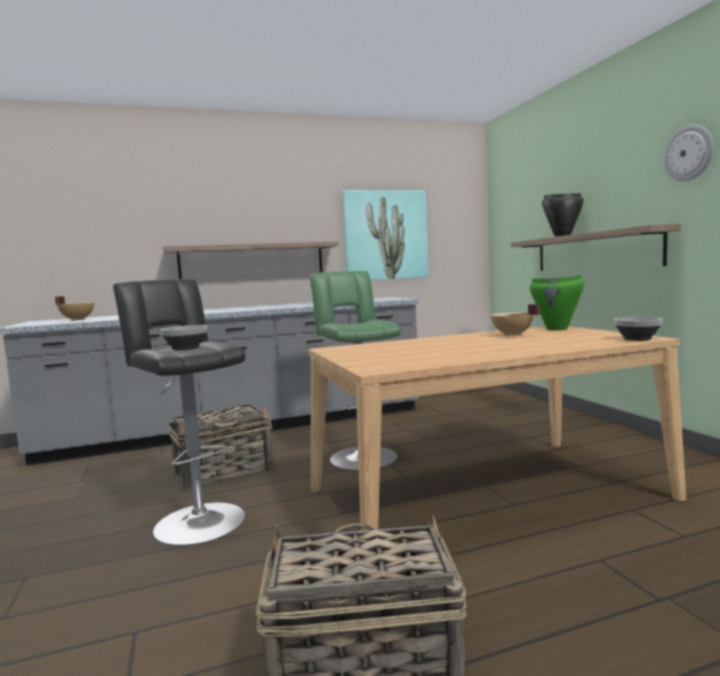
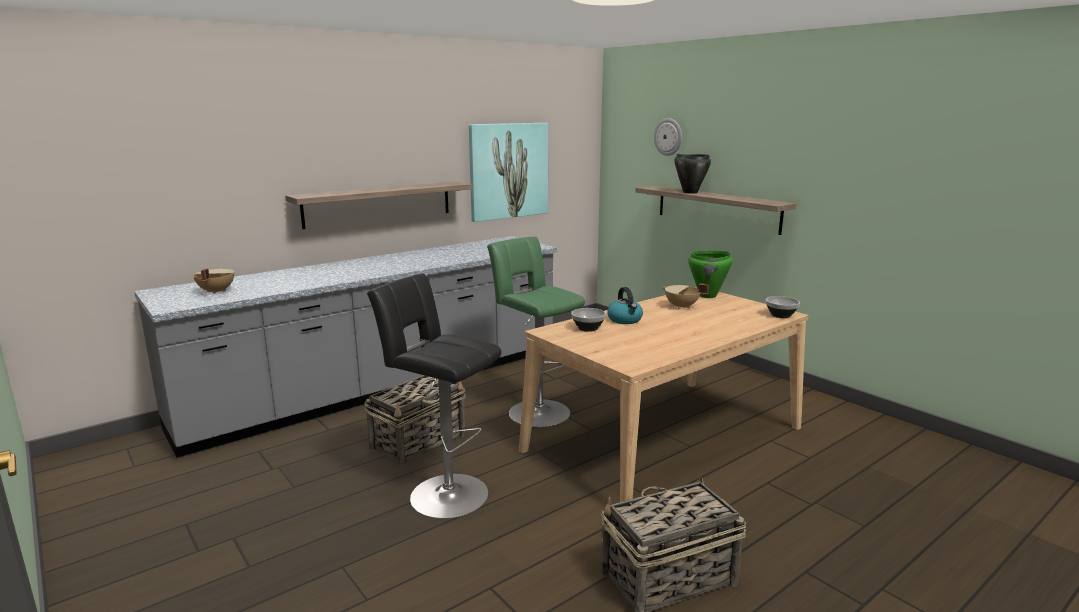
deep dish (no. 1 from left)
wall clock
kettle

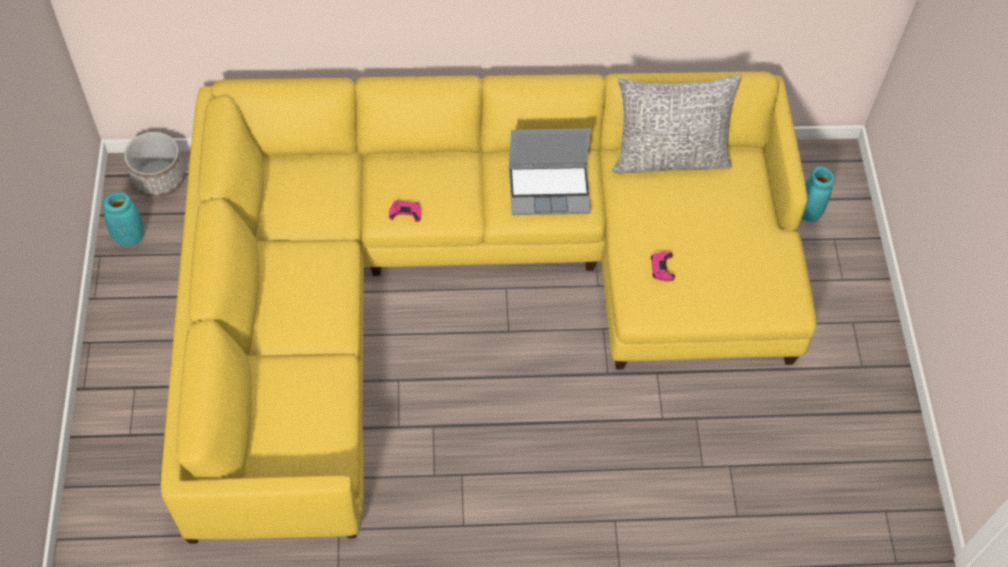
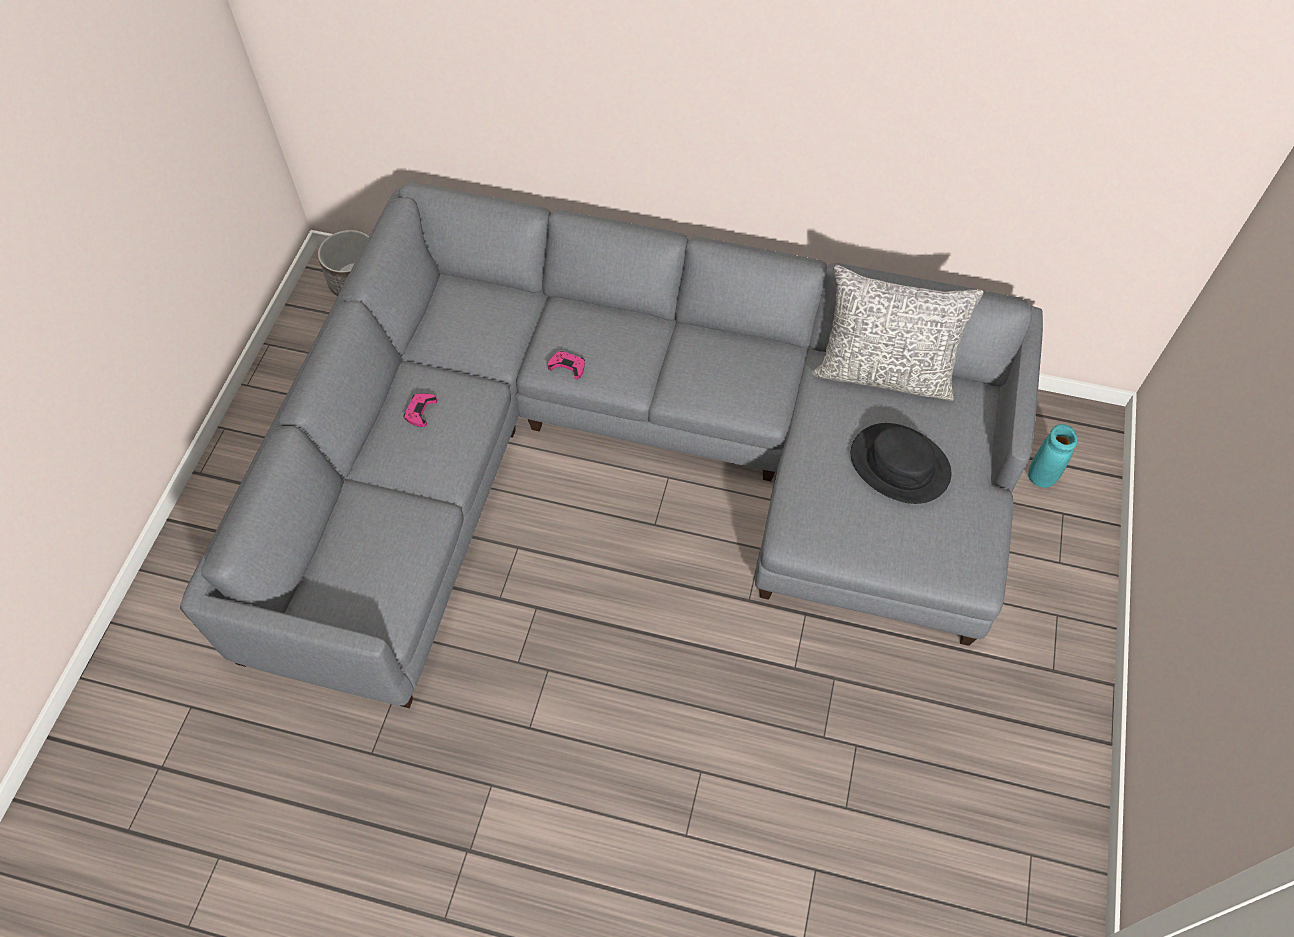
turquoise-coloured decorative vase (no. 1 from left in the first image)
gray couch
portable computer
pink-coloured joypad (no. 1 from left)
black-coloured hat

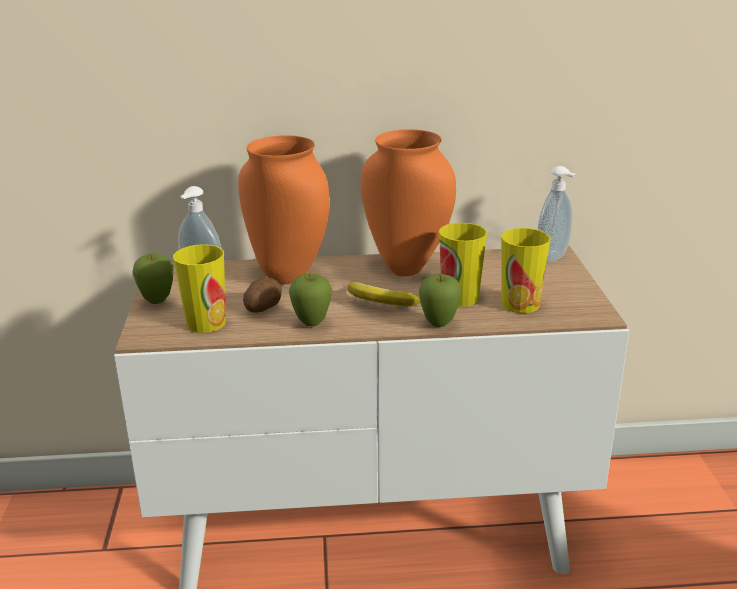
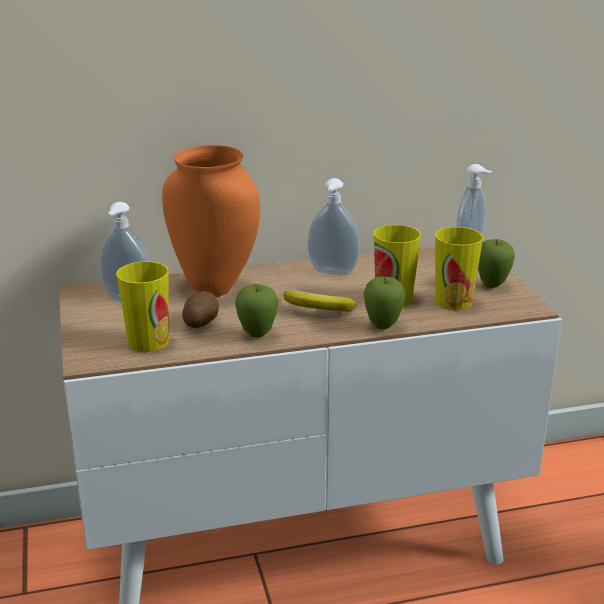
apple fruit (no. 3 from left)
liquid soap bottle (no. 2 from left)

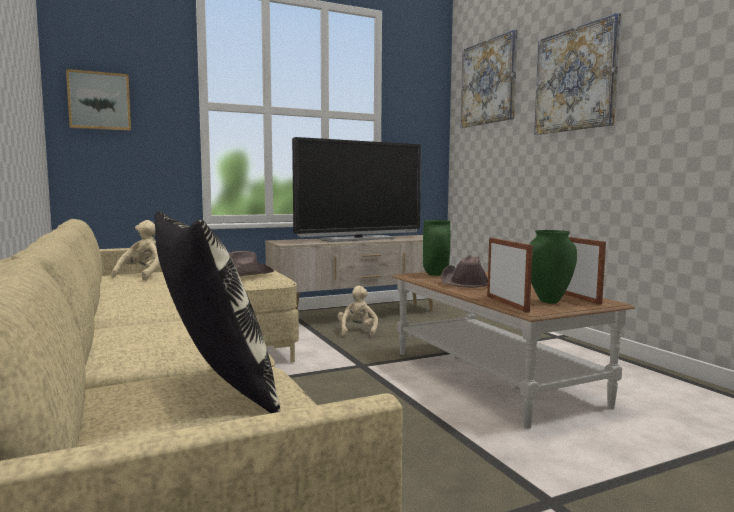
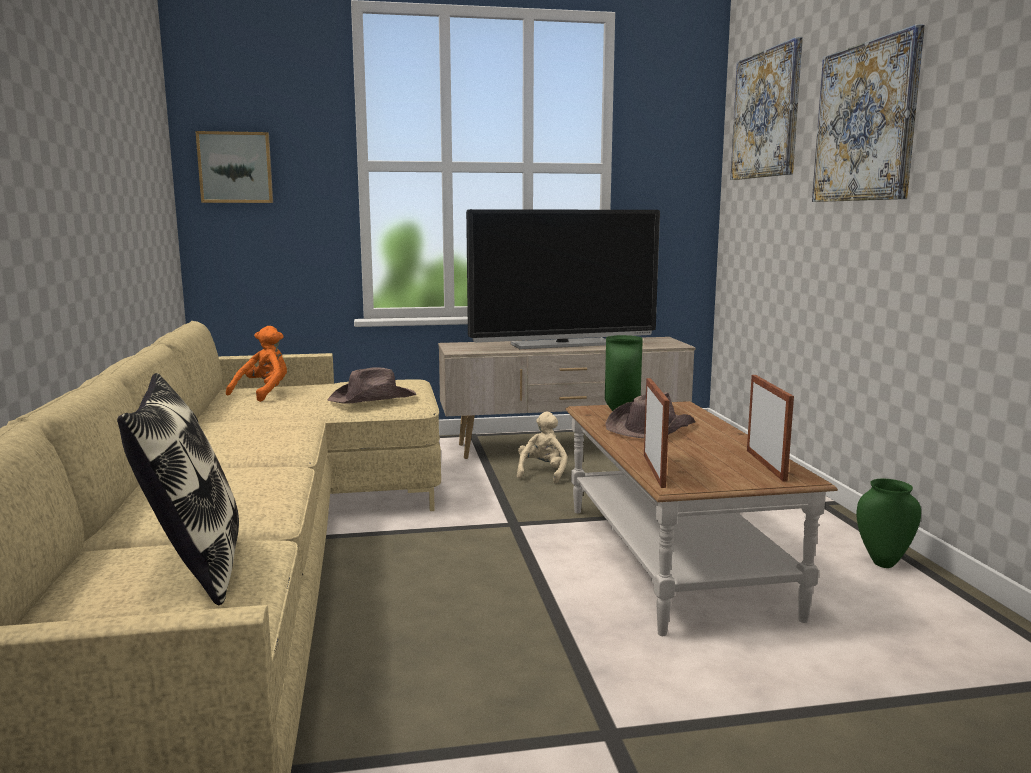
orangey plush toy
greenish decorative vase (no. 2 from left)

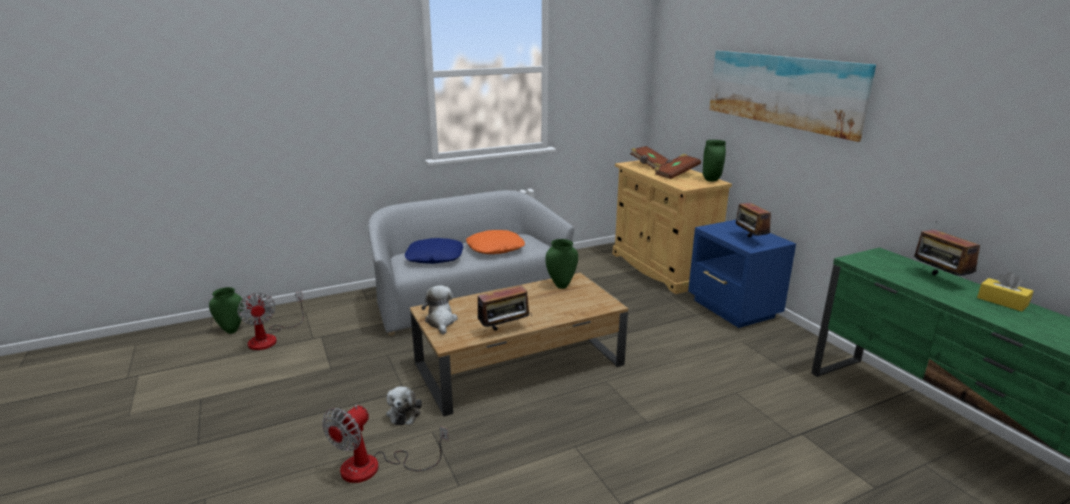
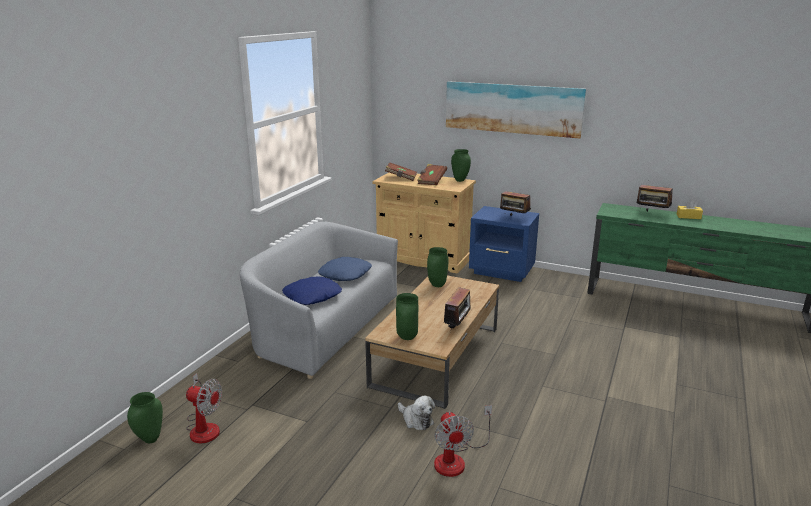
greenish decorative vase (no. 2 from left)
blue throw pillow (no. 2 from left)

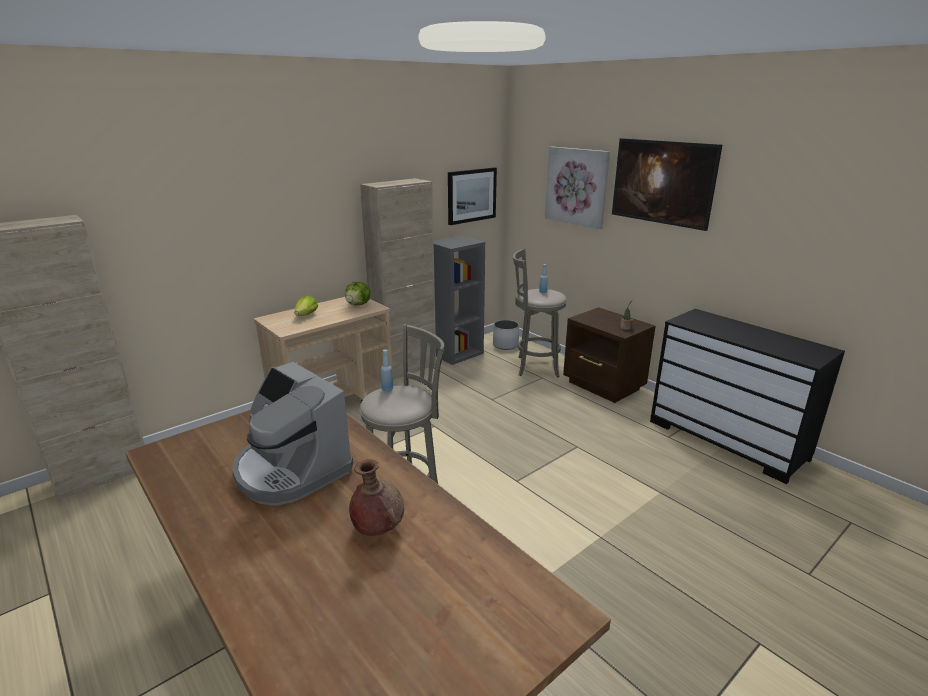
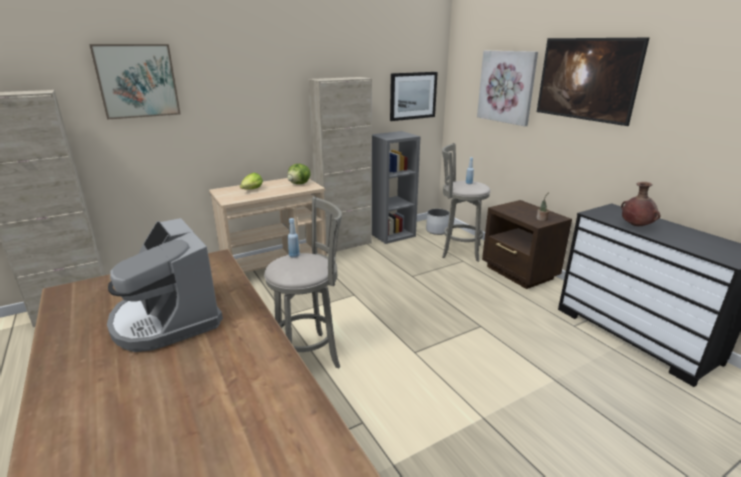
brown-coloured decorative vase
picture (no. 1 from left)

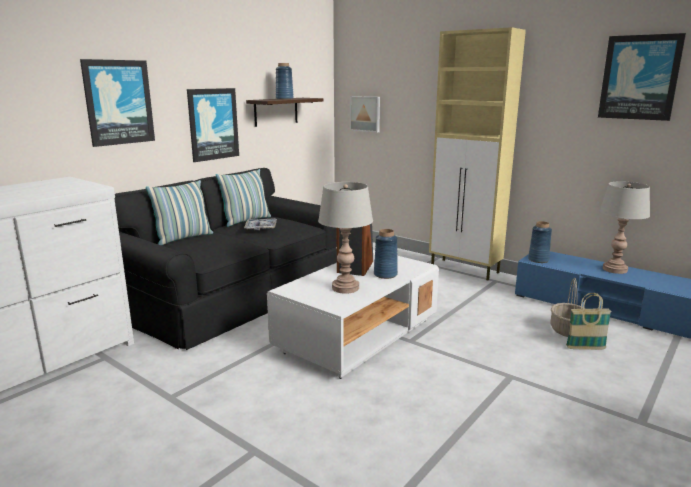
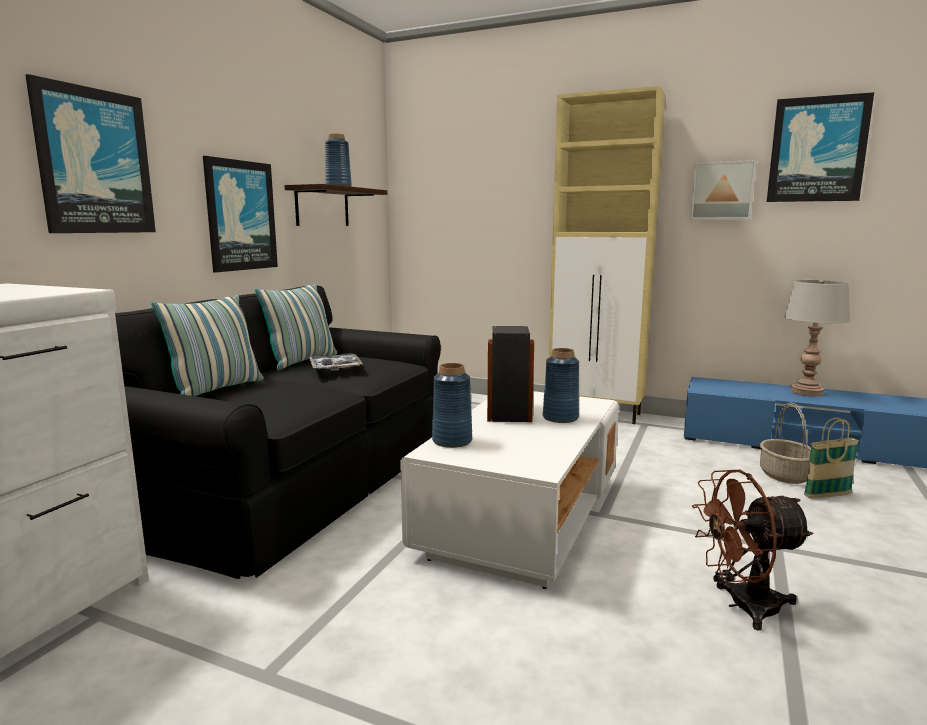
gray table lamp (no. 1 from left in the first image)
picture (no. 3 from left)
blue decorative vase (no. 2 from left)
brown-coloured cooling fan

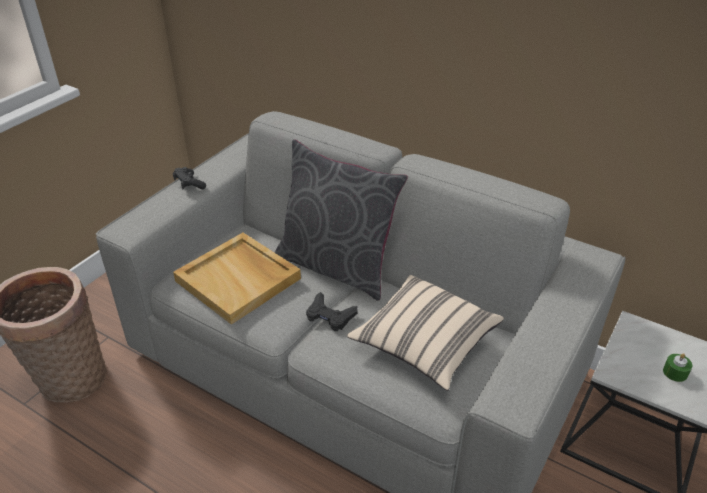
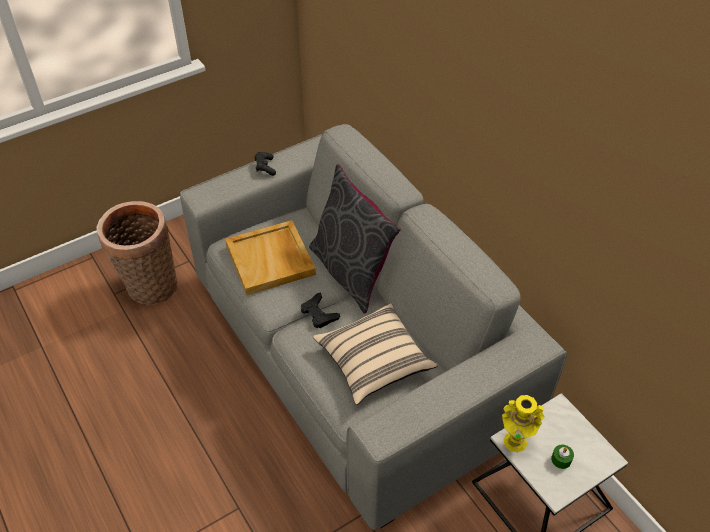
yellowish decorative vase

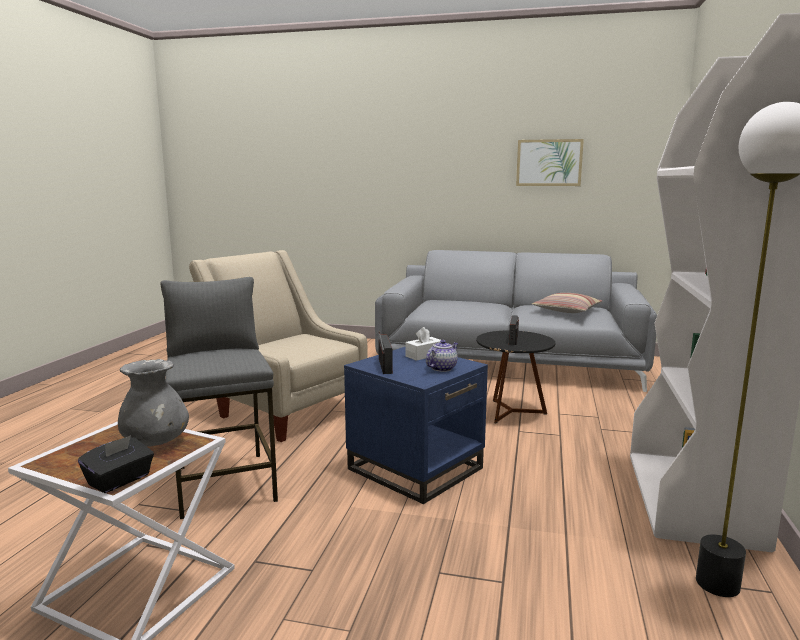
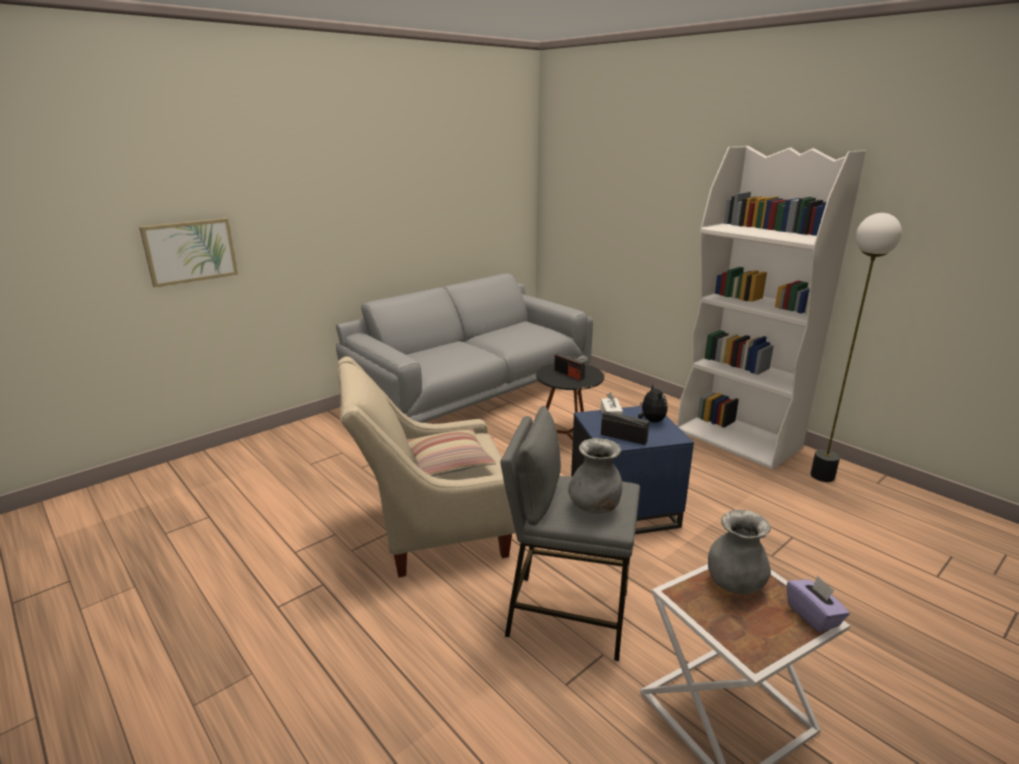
purple-coloured tissue box
plush toy
picture
throw pillow
gray decorative vase (no. 1 from left)

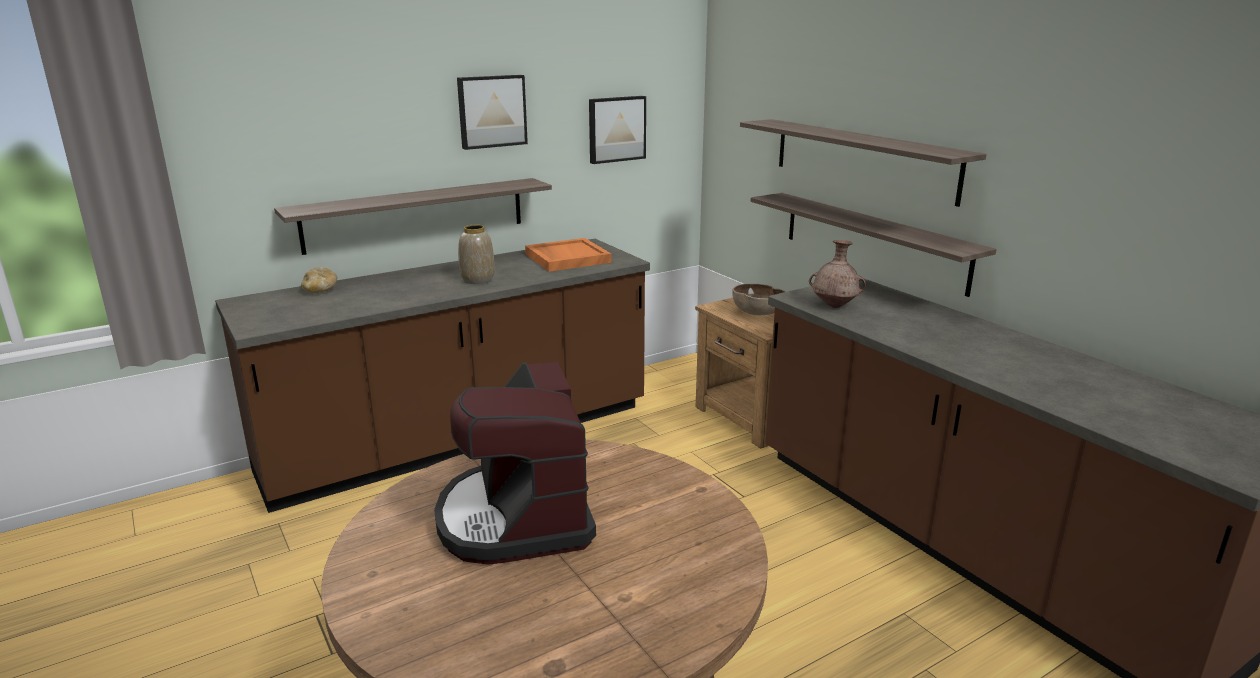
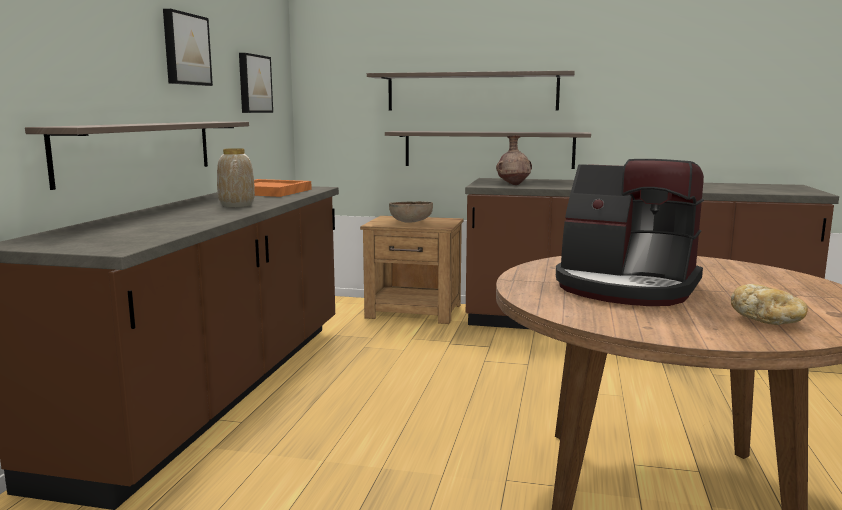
baked bread

